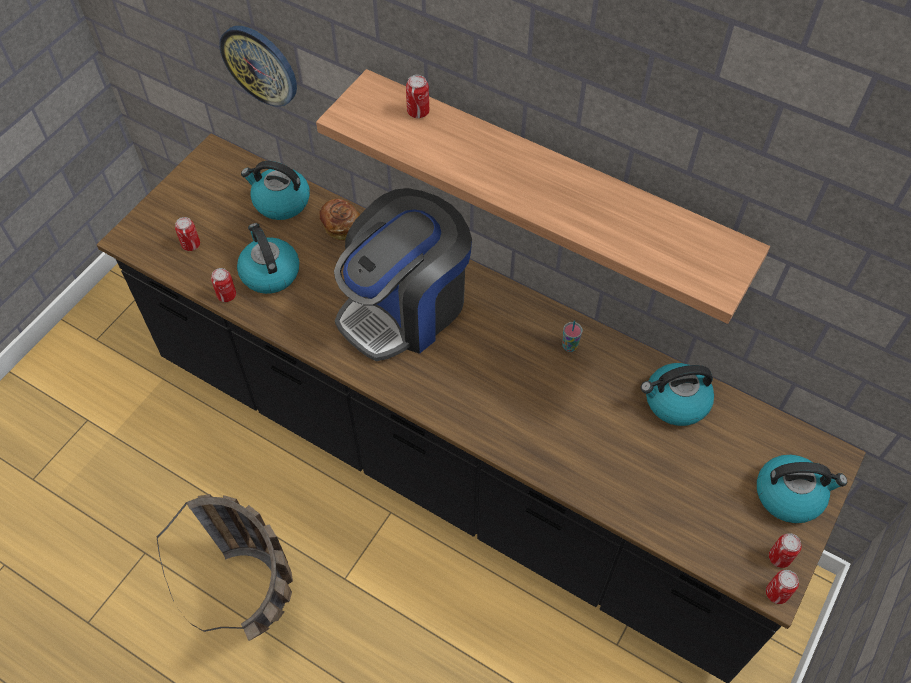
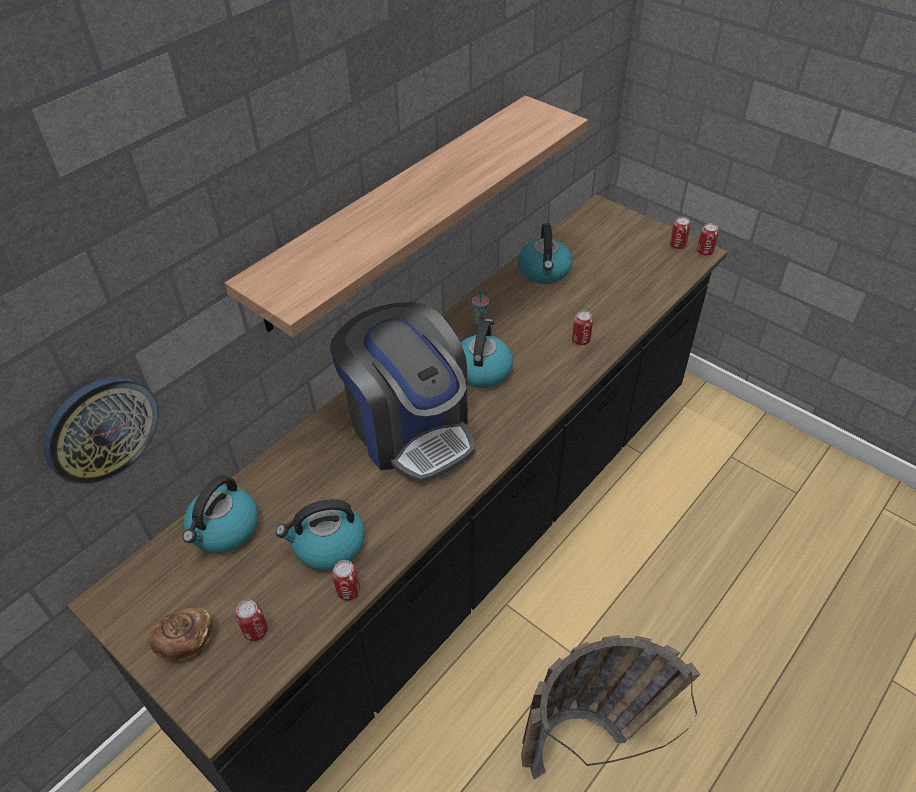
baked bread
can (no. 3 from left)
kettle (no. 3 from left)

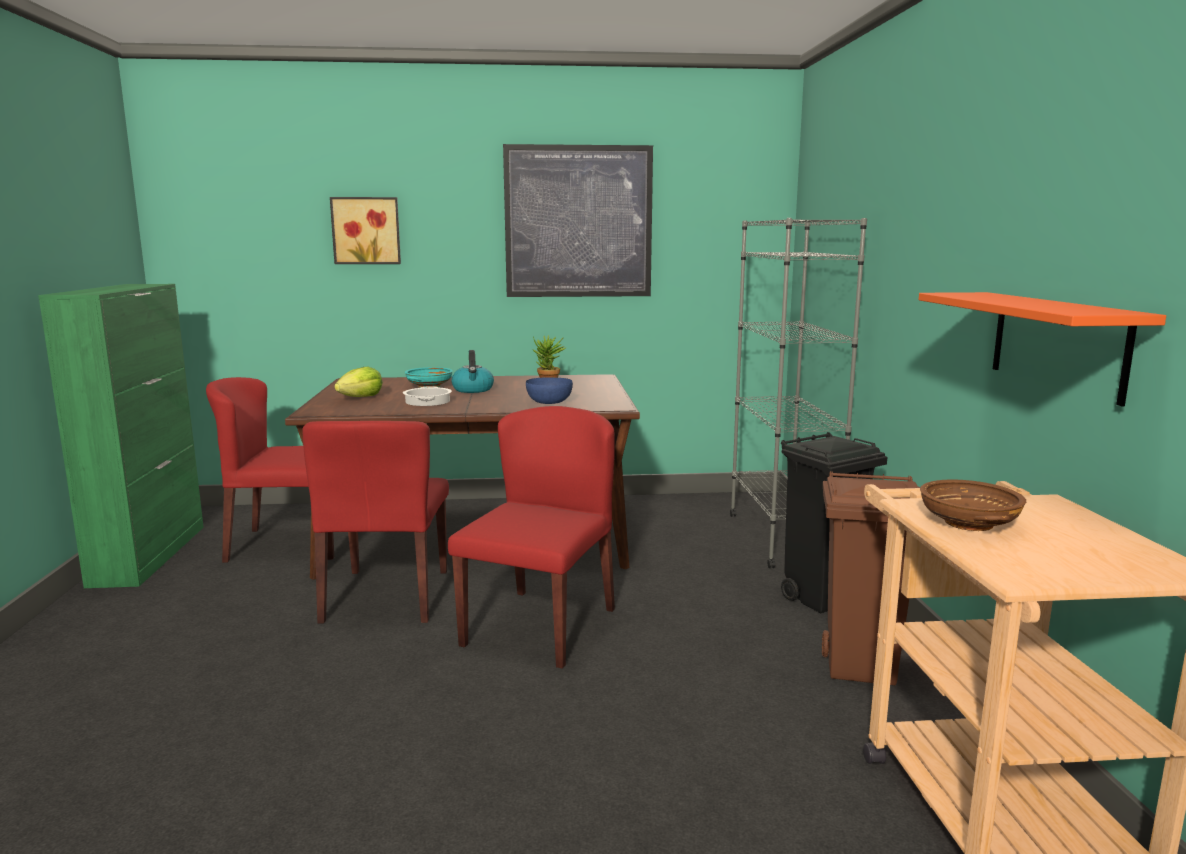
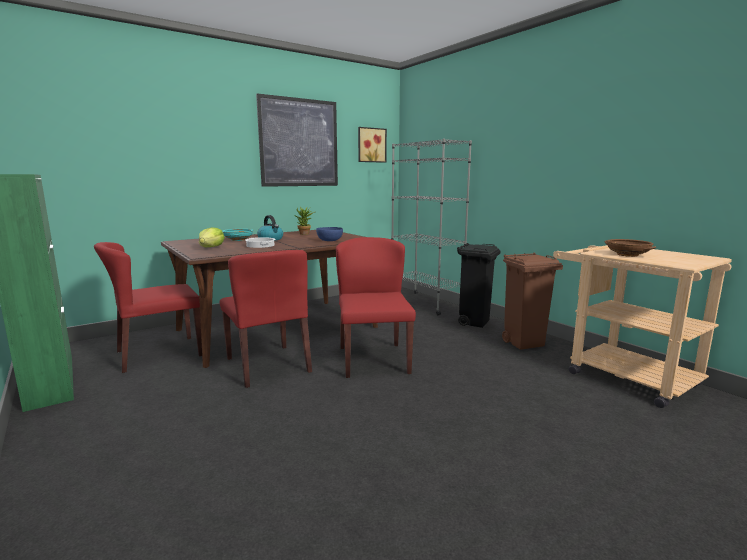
picture (no. 2 from left)
orangey shelf

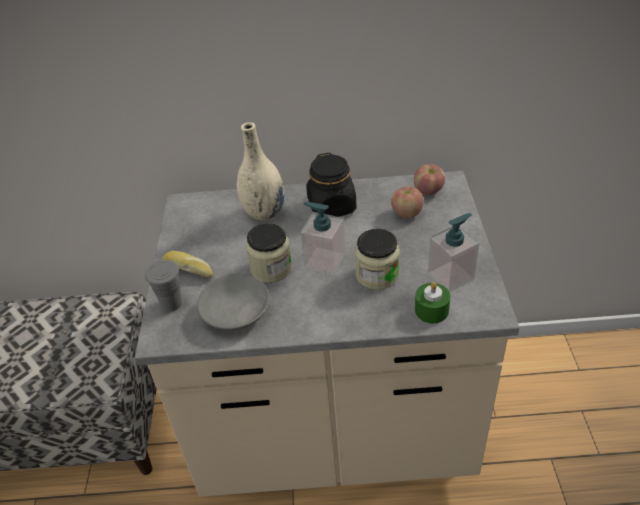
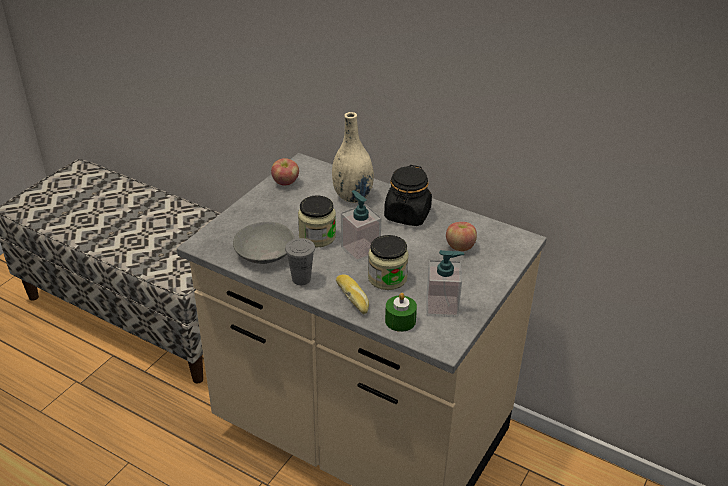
gray drinking cup
baked bread
apple fruit (no. 1 from left)

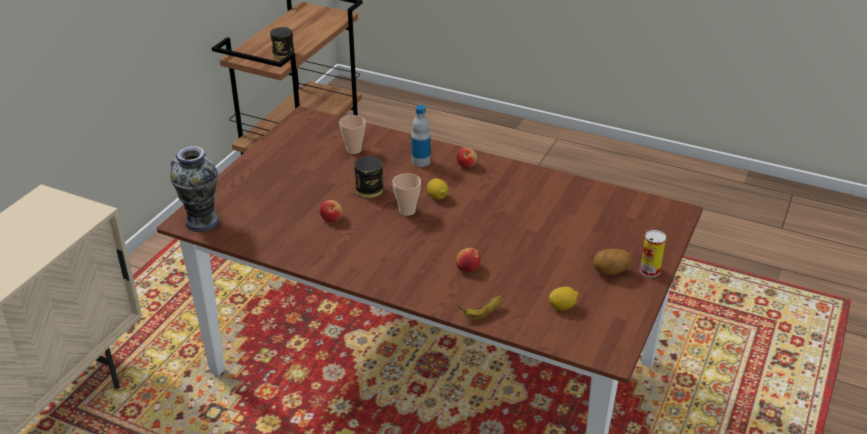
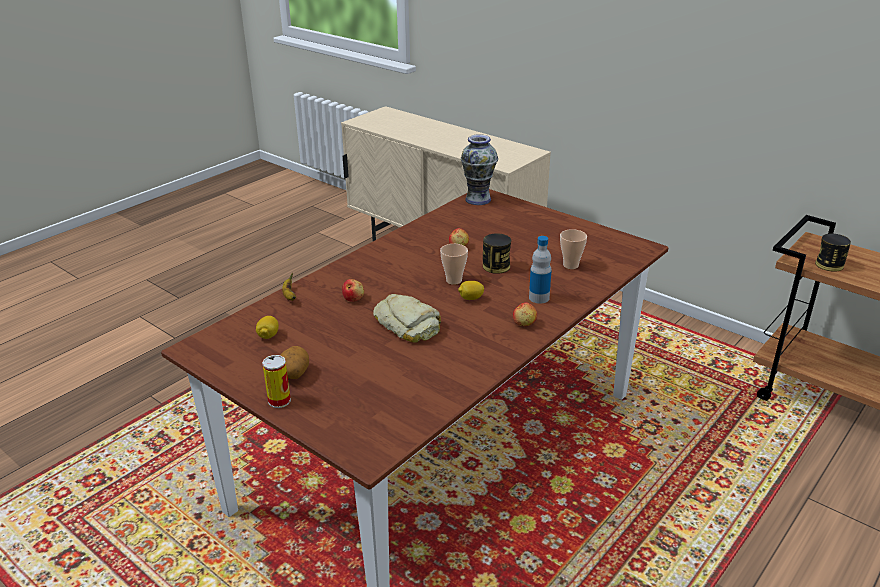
baked bread

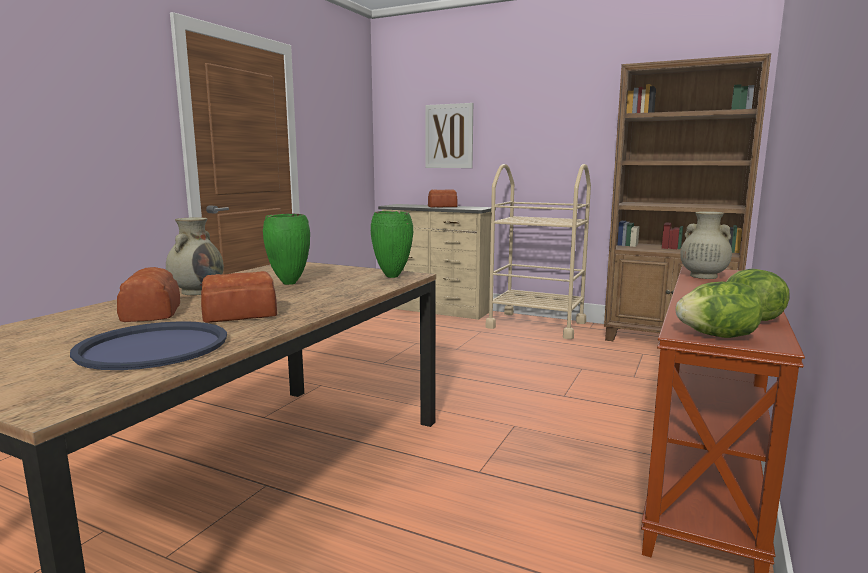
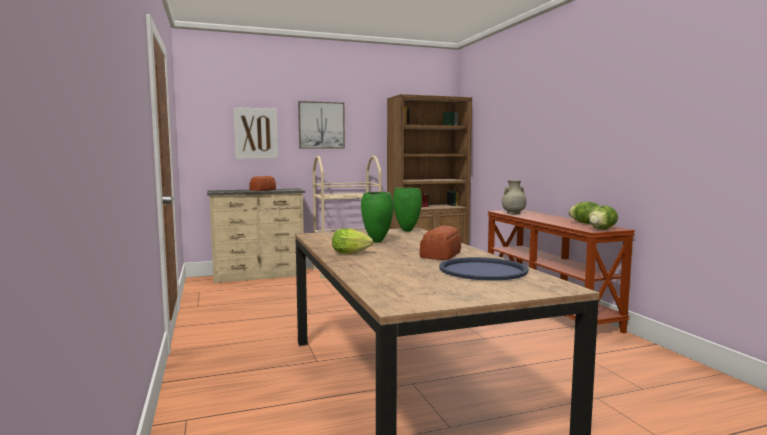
baked bread (no. 1 from left in the first image)
lettuce head (no. 1 from left)
picture (no. 2 from left)

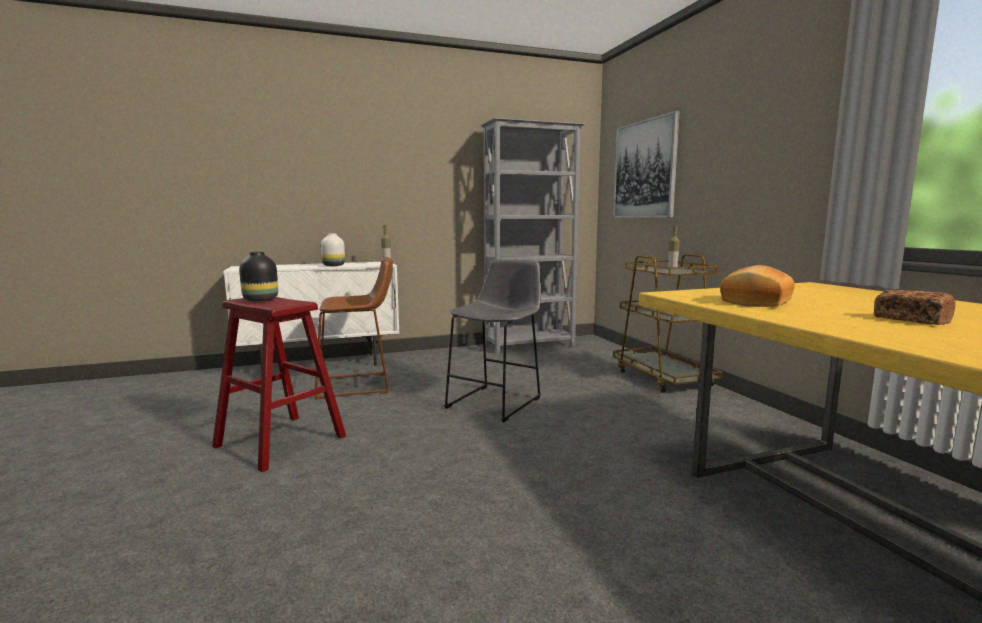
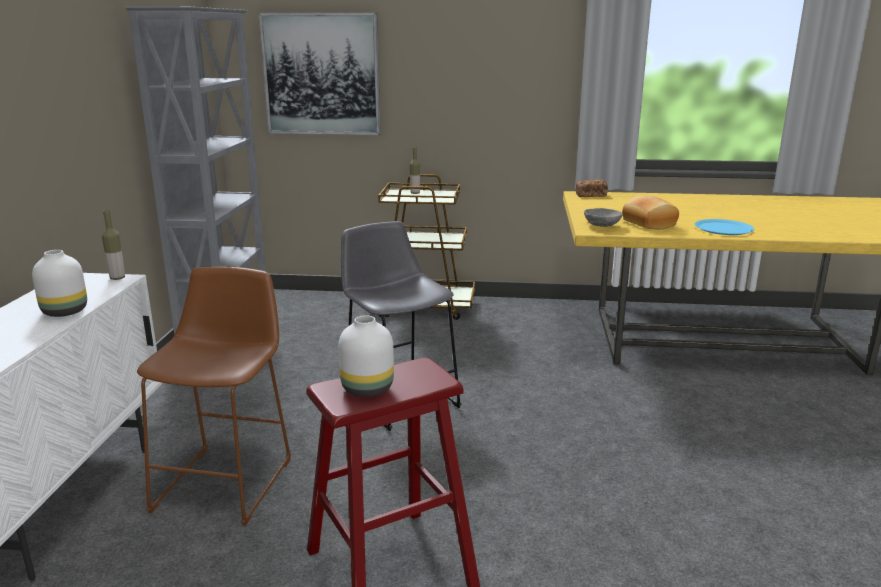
white decorative vase (no. 2 from left)
baked bread (no. 1 from left)
gray deep dish
blue flat dish

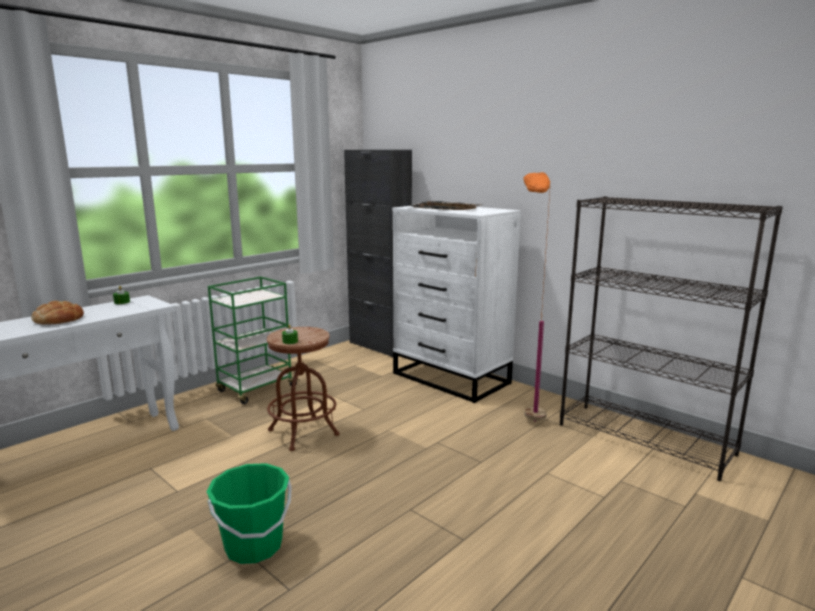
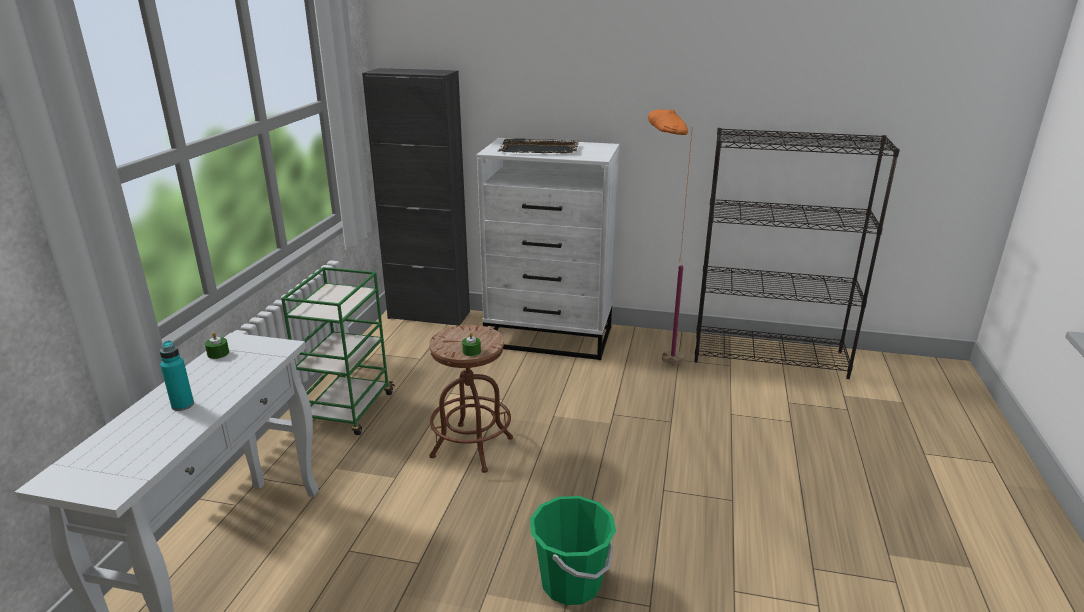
turquoise-coloured bottle

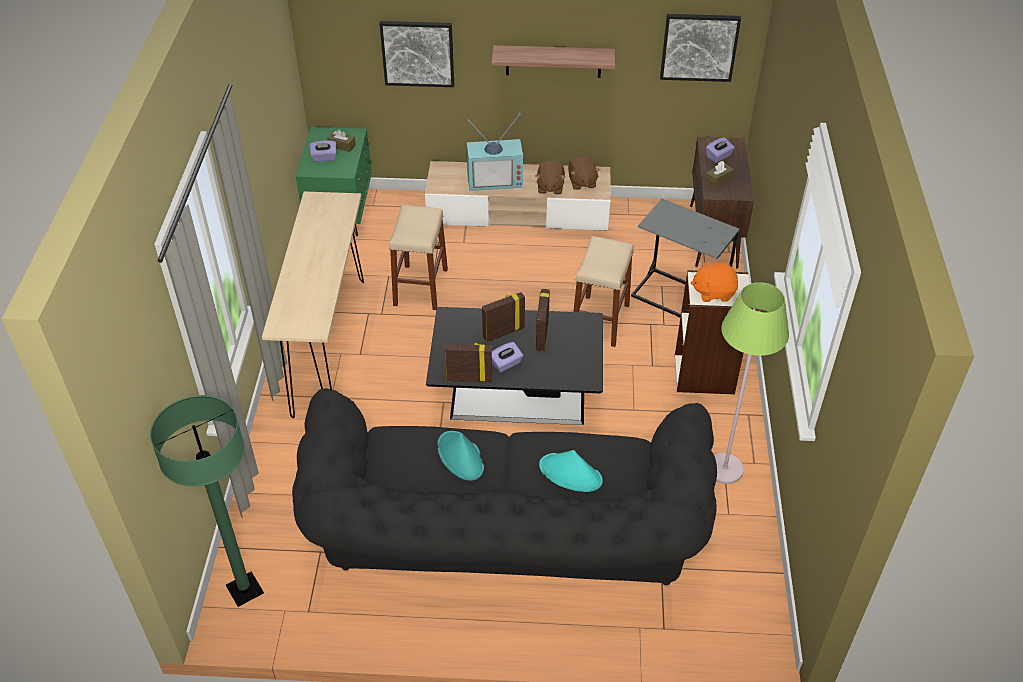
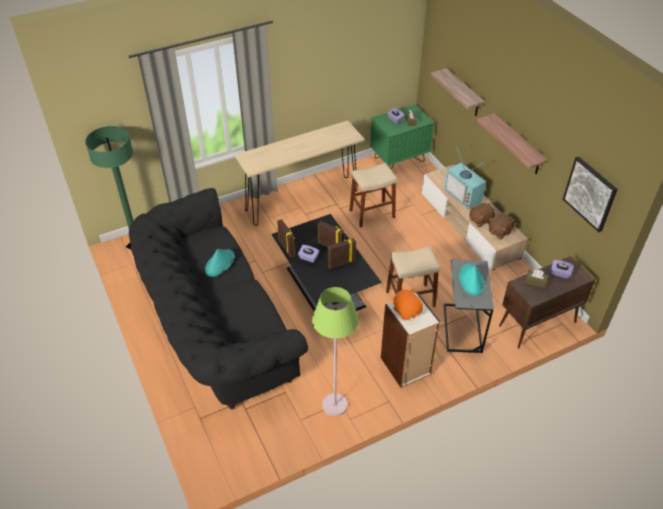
shelf (no. 1 from left)
turquoise-coloured hat (no. 2 from left)

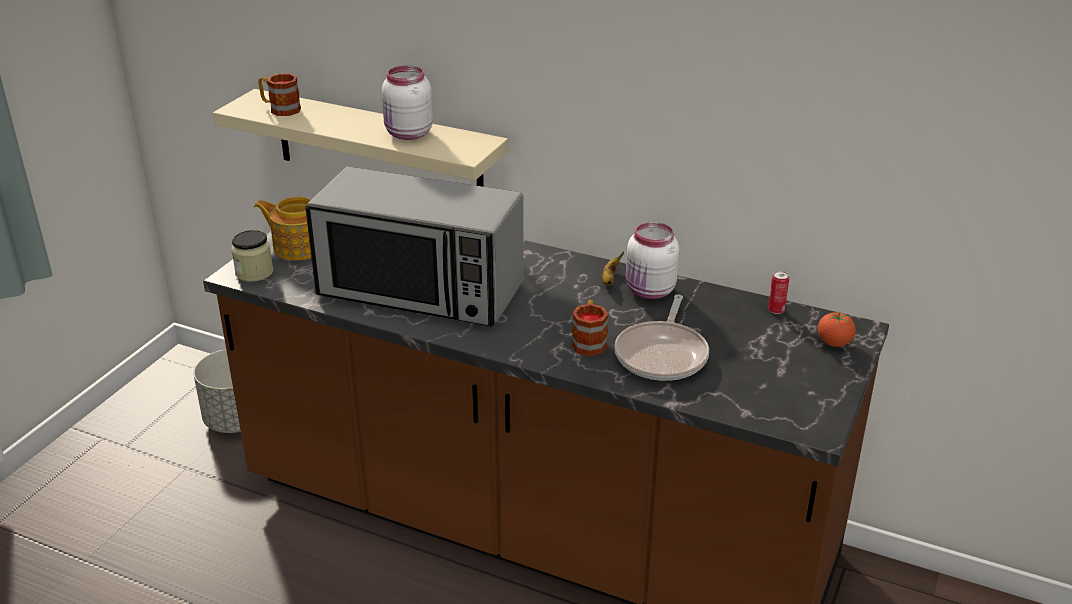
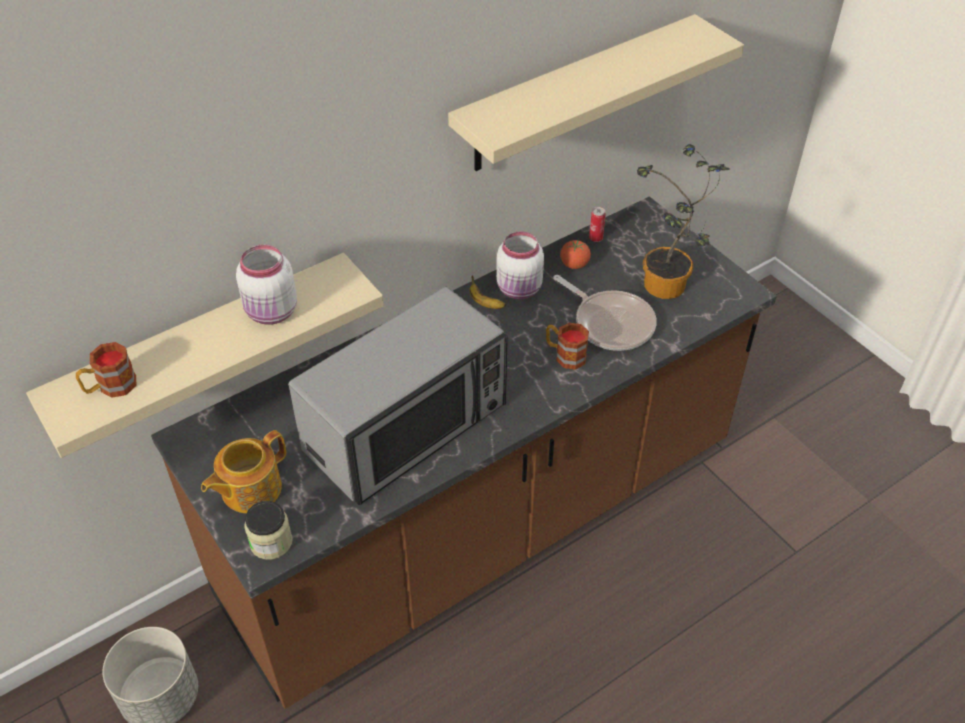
whole tomato
sand-coloured shelf (no. 2 from left)
plant in a pot

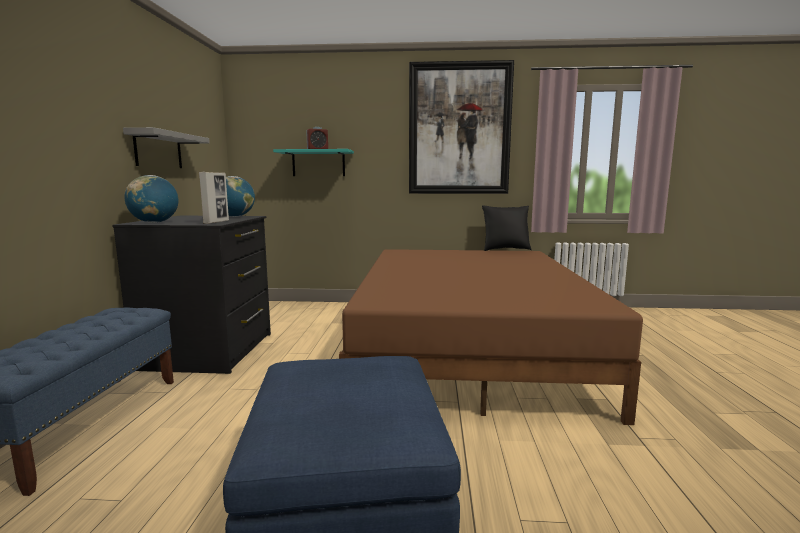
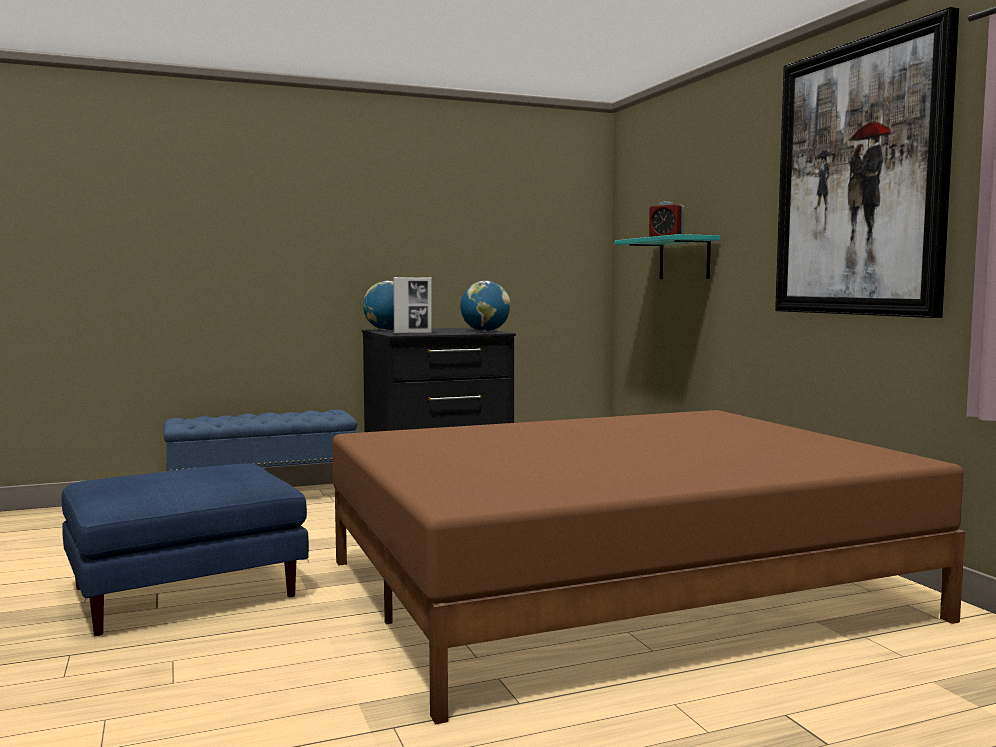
gray shelf
black-coloured throw pillow

